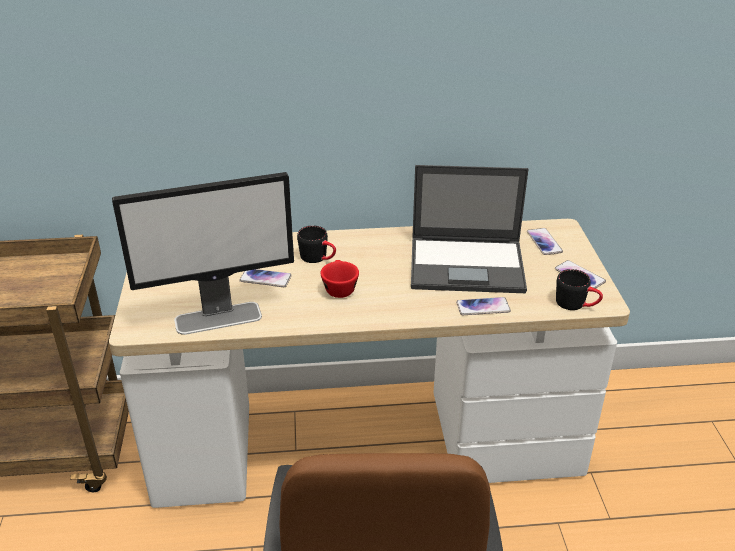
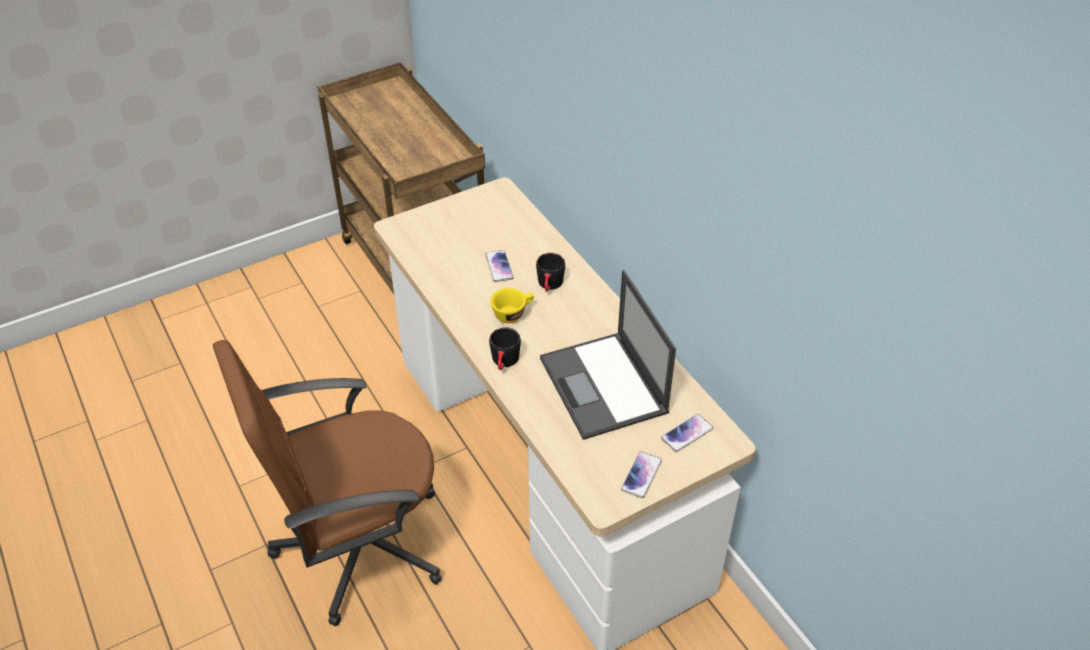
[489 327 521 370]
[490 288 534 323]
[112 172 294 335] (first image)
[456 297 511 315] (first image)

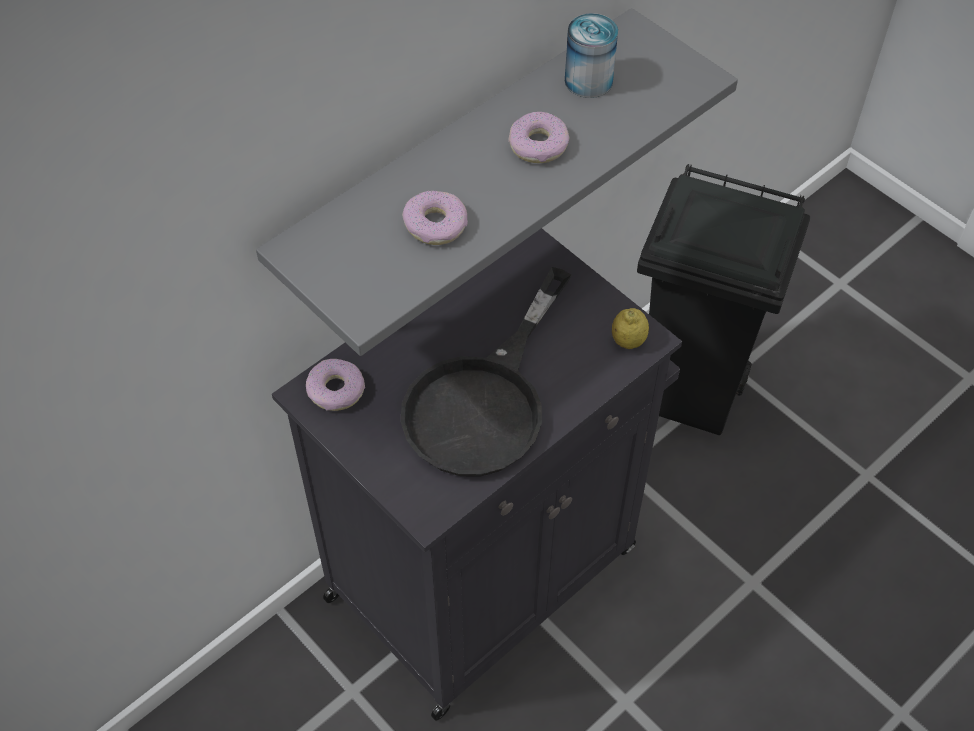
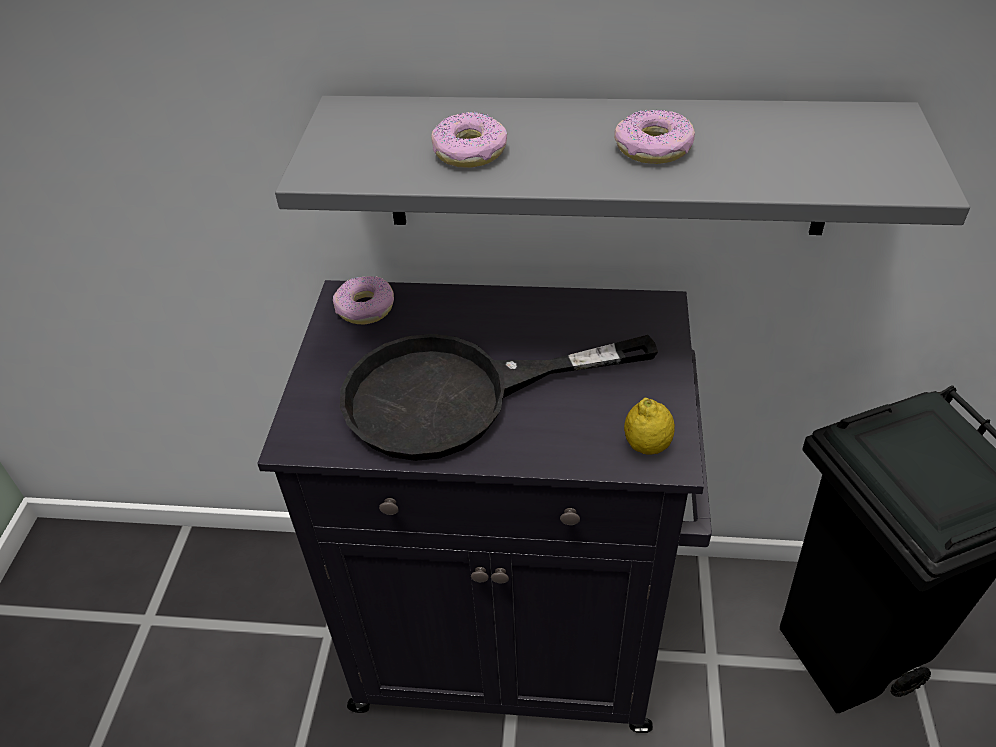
[565 13 618 98] (first image)

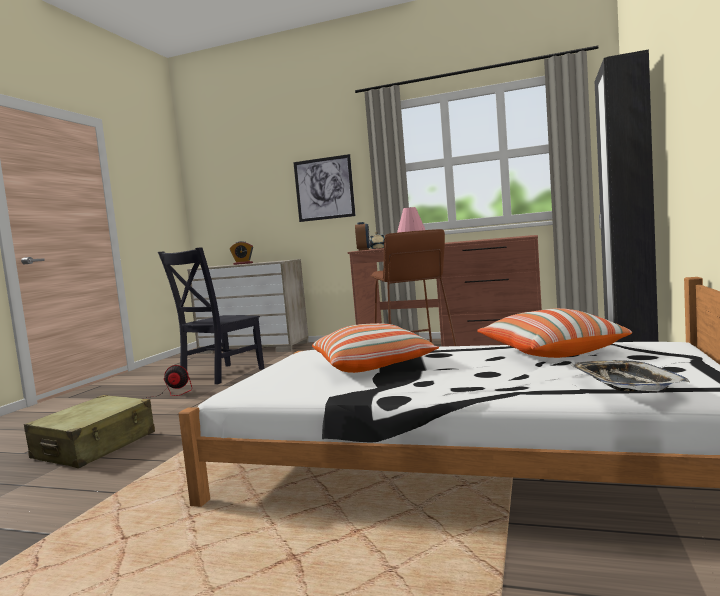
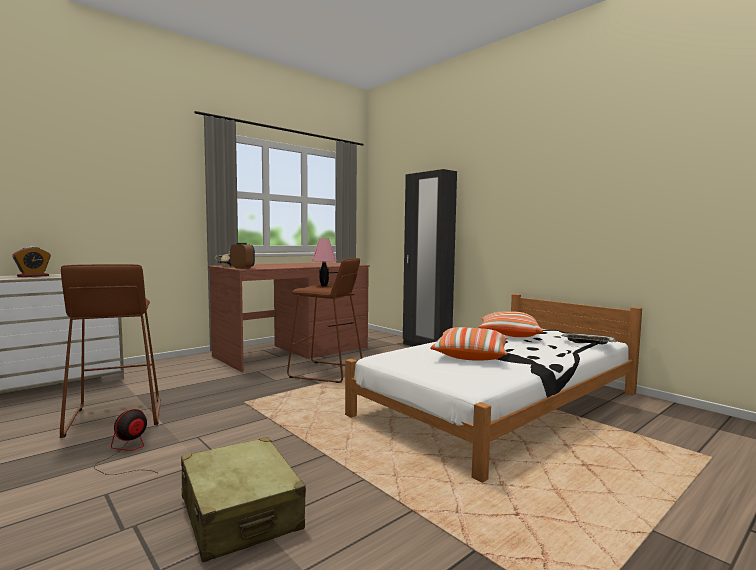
[60 264 161 438]
[294 154 356 222] (first image)

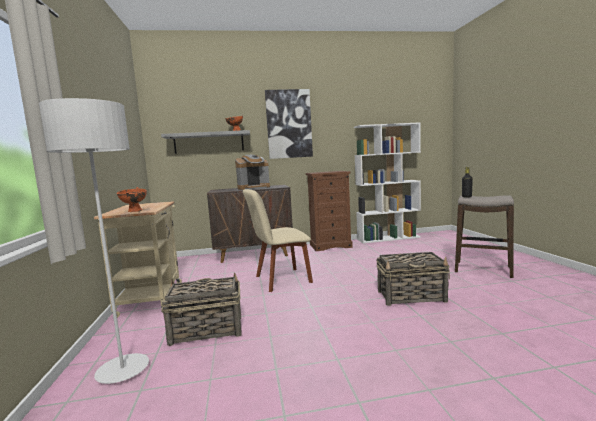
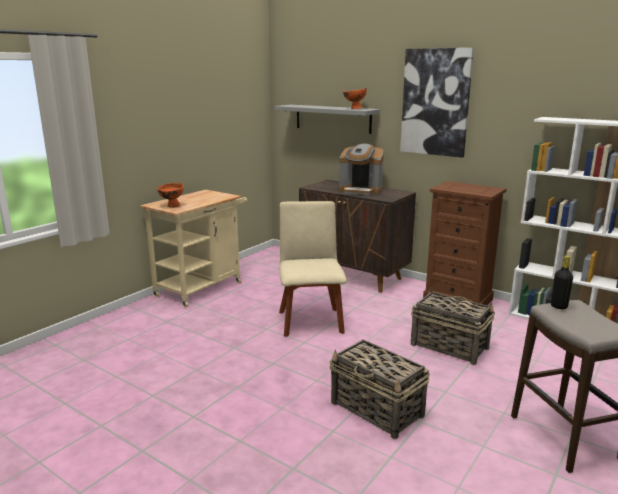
[279 201 347 337]
[411 287 495 365]
[39 98 149 384] (first image)

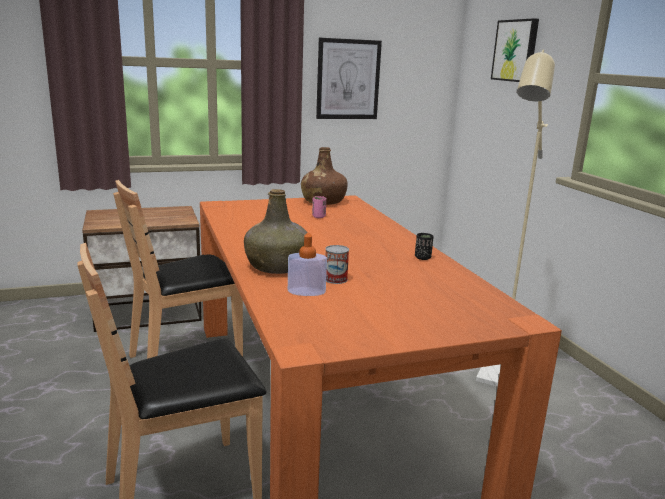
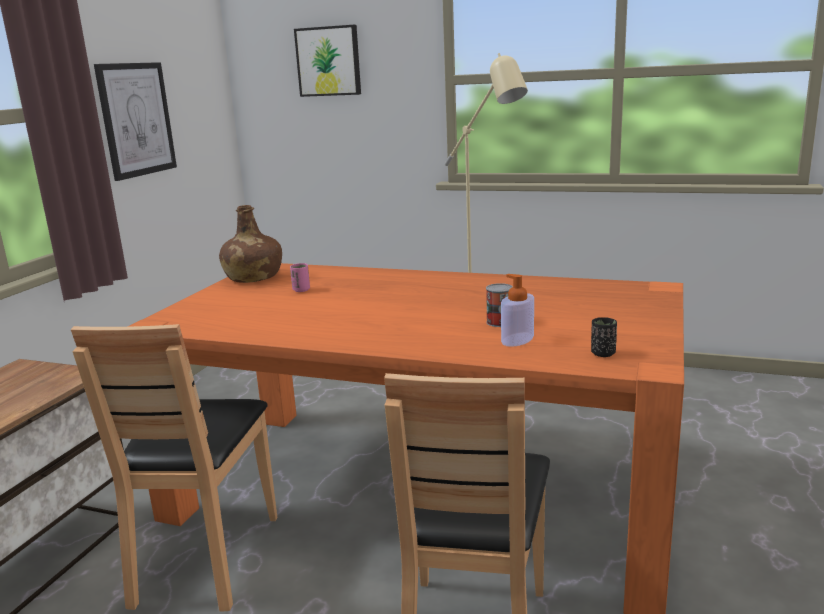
[591 317 617 357]
[244 189 307 274] (first image)

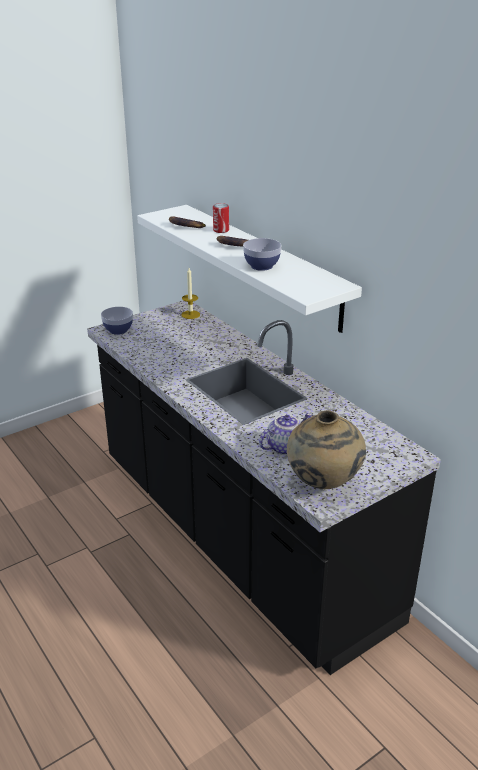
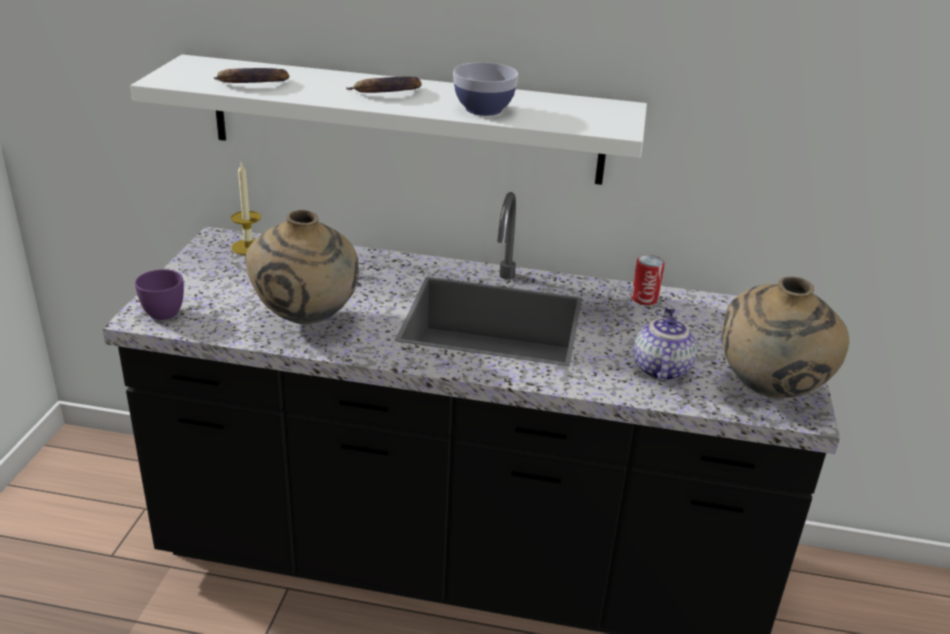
[135 269 184 320]
[245 209 359 324]
[631 255 665 305]

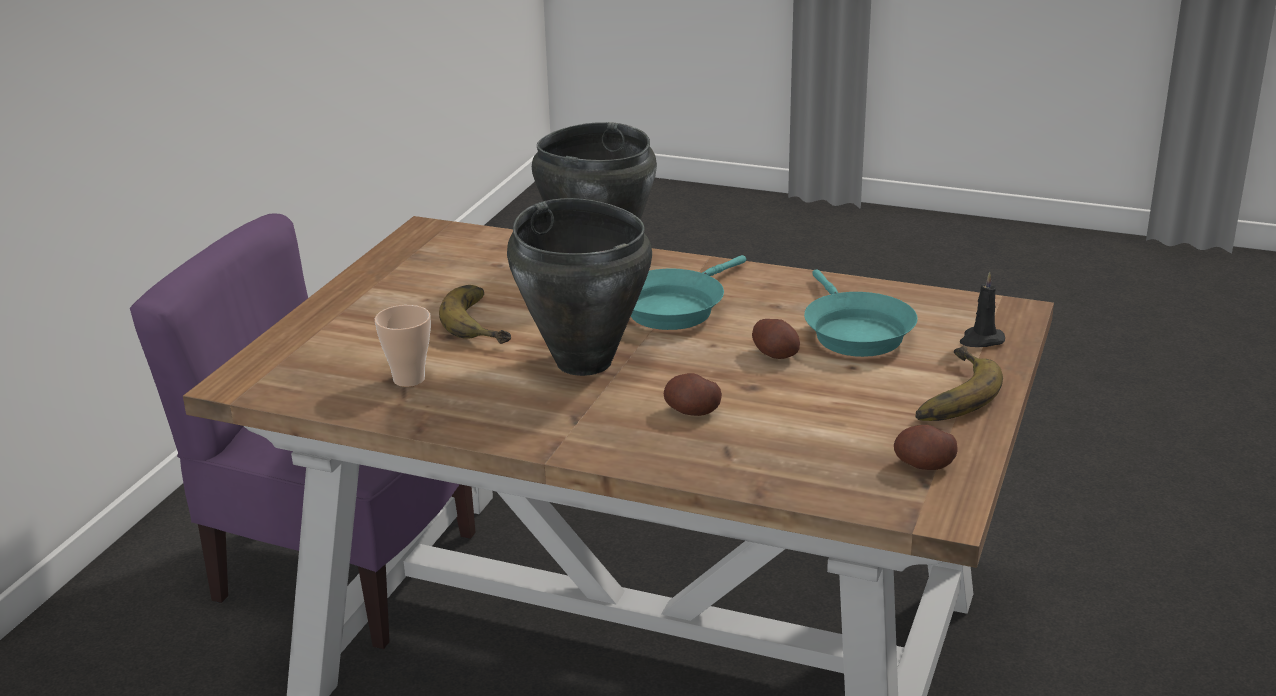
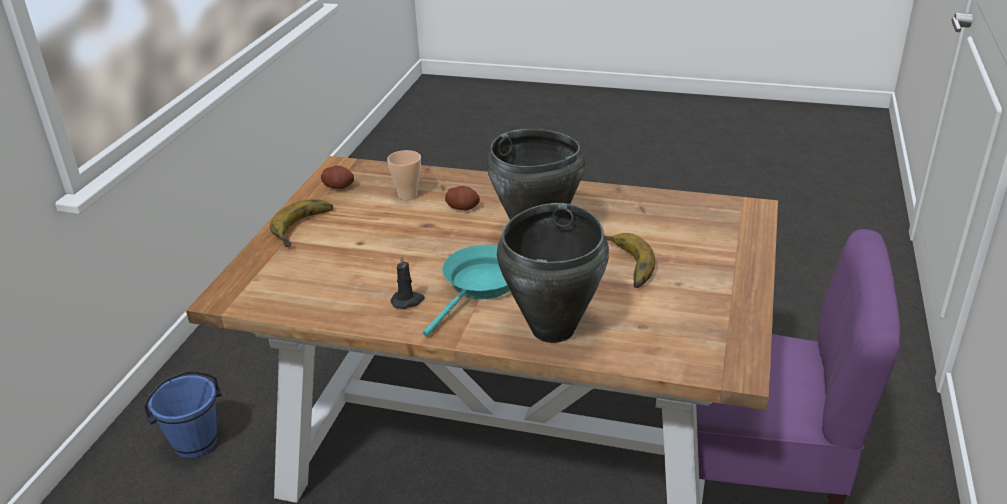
[144 371 222 458]
[387 150 421 200]
[391 255 425 309]
[752 319 800 359] (first image)
[804 270 918 357] (first image)

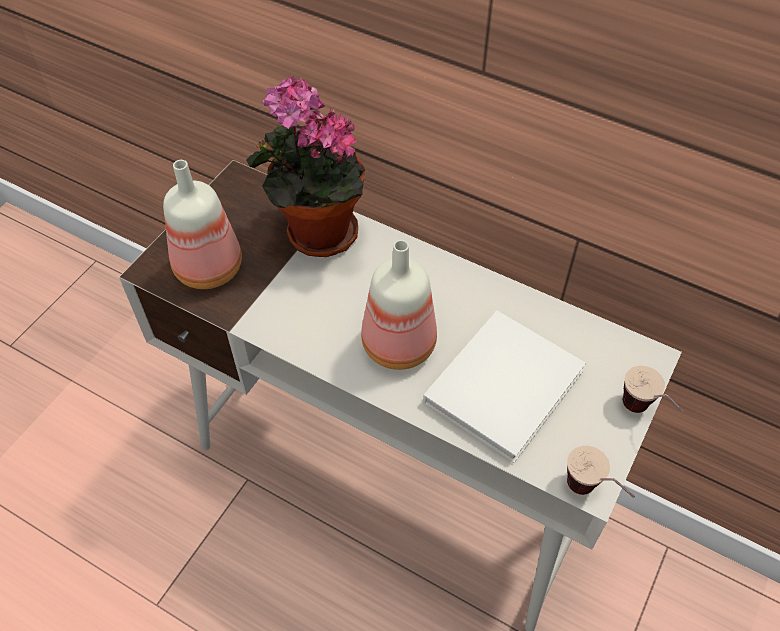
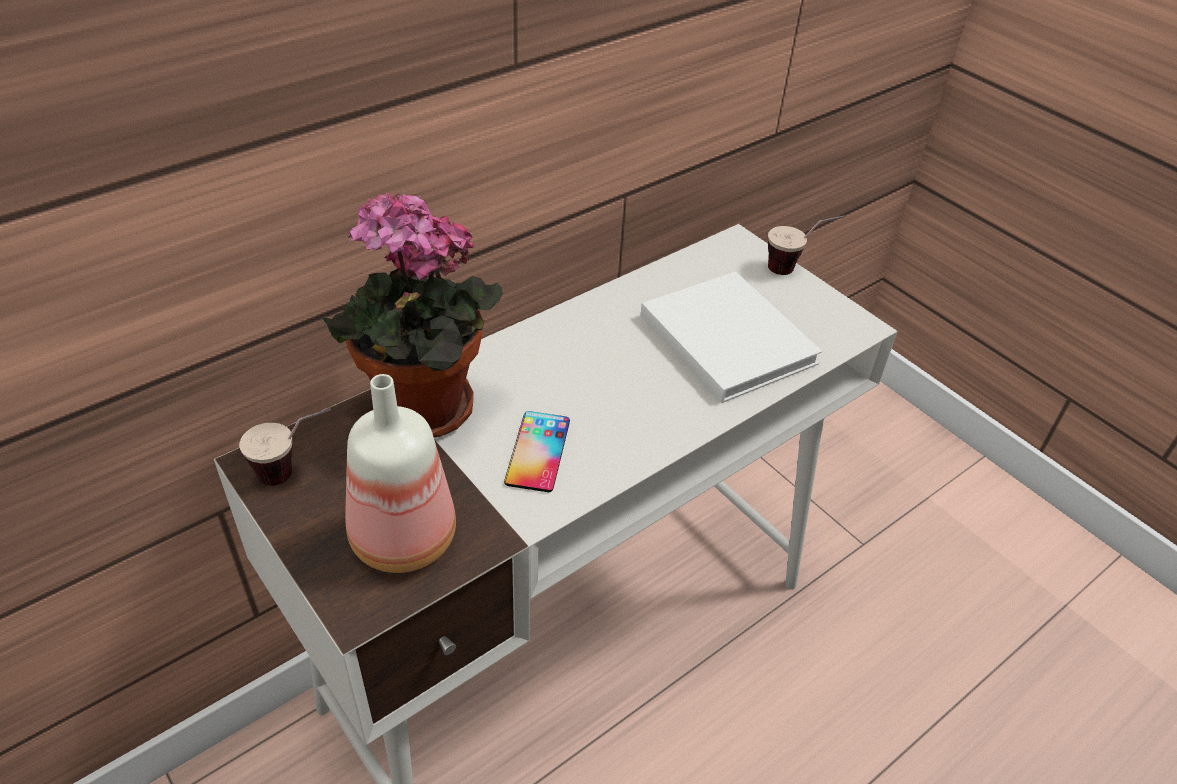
[239 408 331 486]
[504 411 570 492]
[361 240 437 370] (first image)

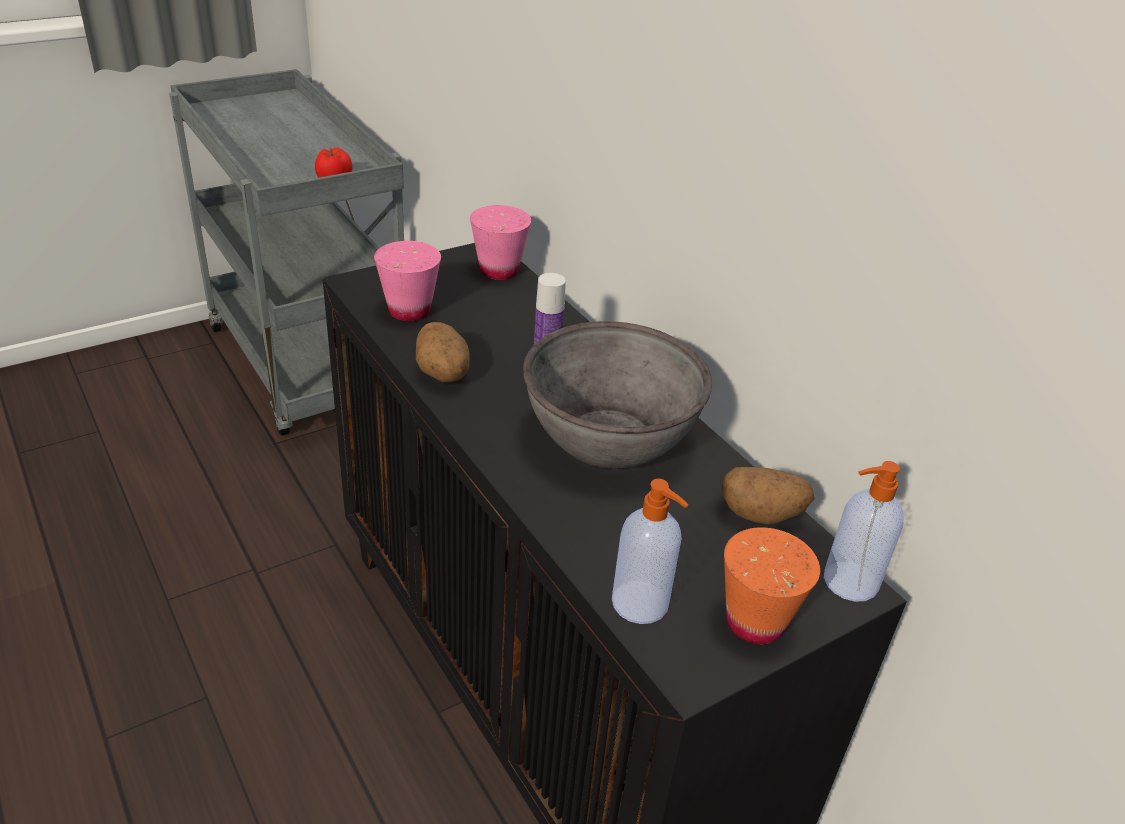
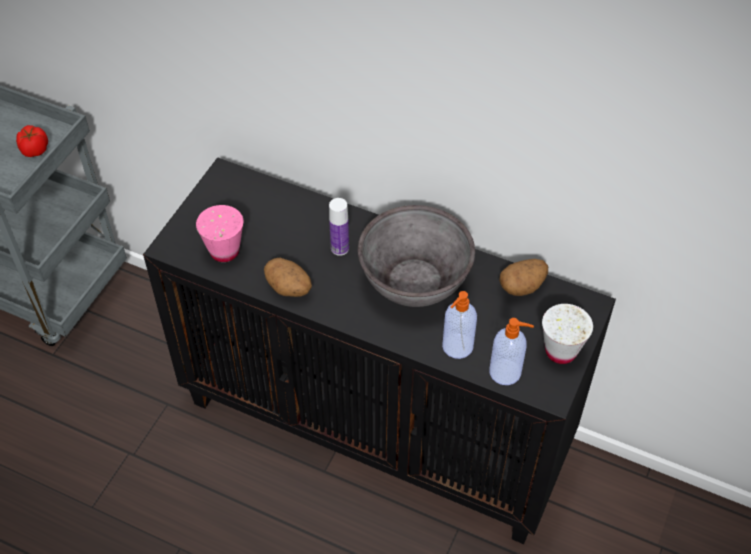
[442 291 477 359]
[542 304 593 364]
[470 205 531 280] (first image)

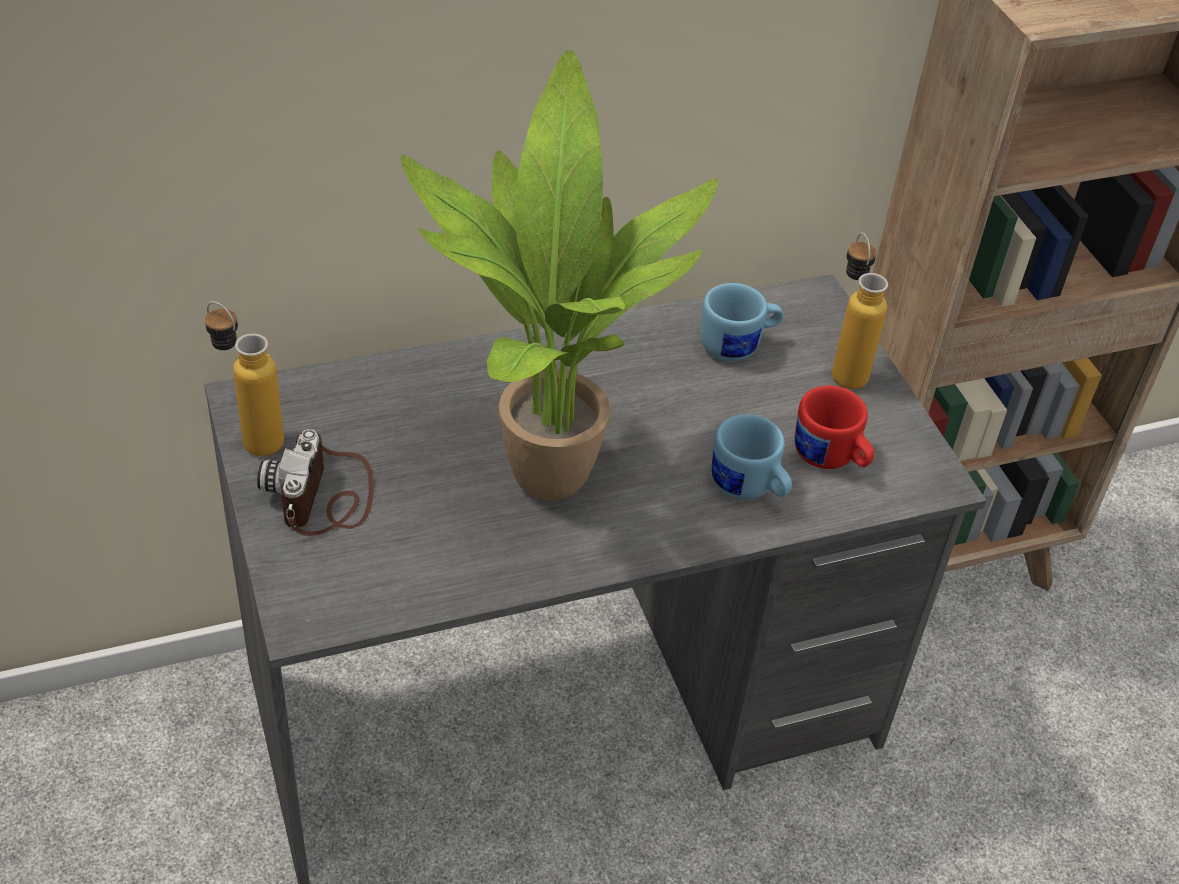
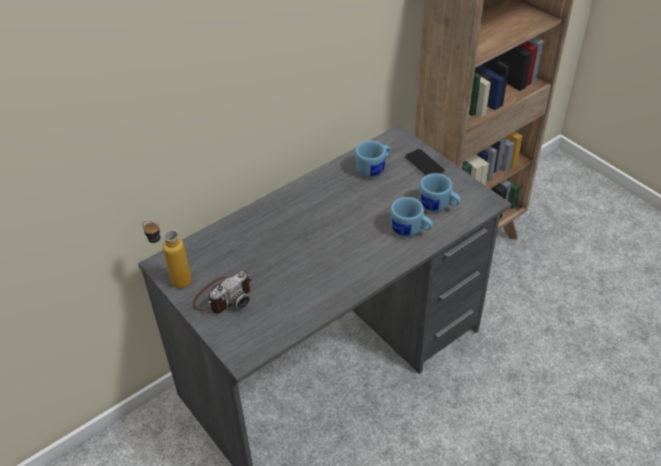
[193 272 252 314]
[405 149 445 176]
[420 173 461 212]
[401 50 718 500] (first image)

